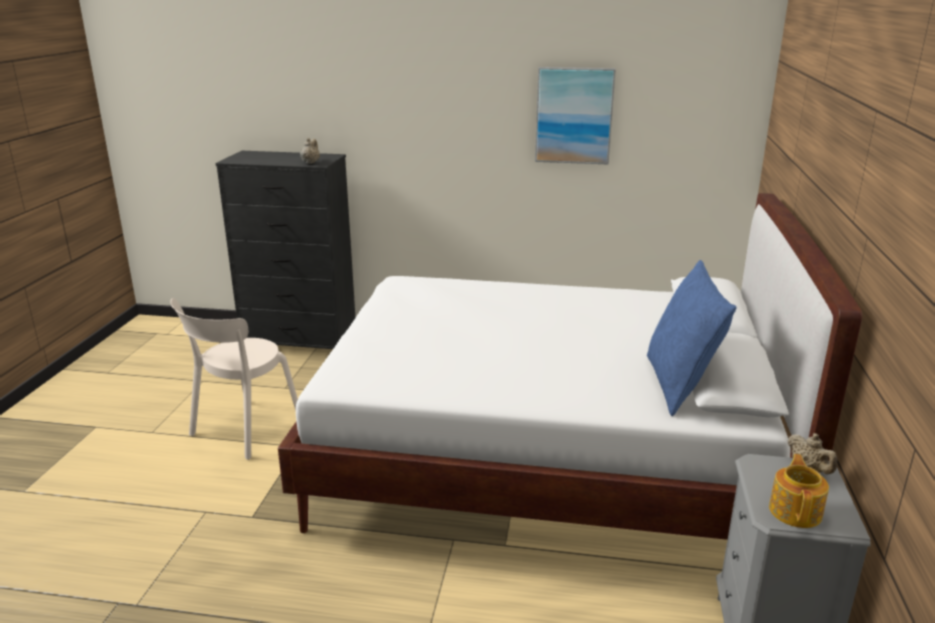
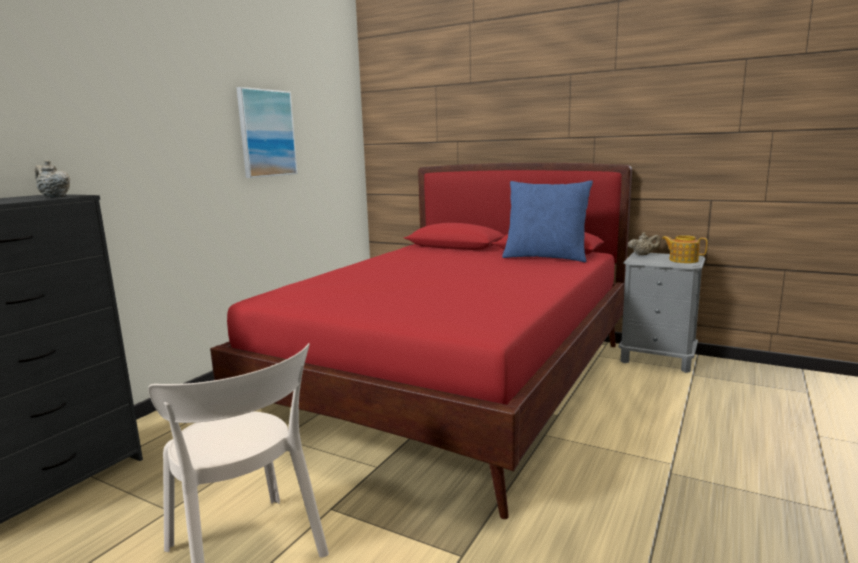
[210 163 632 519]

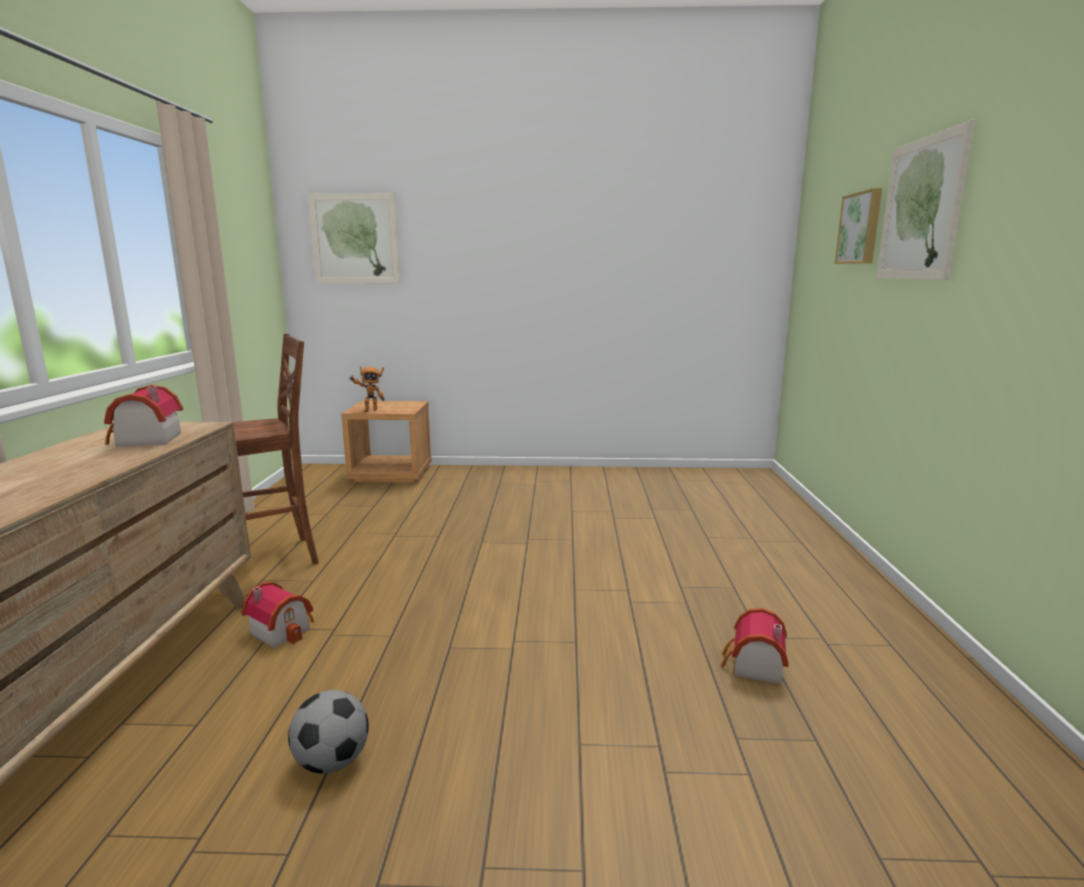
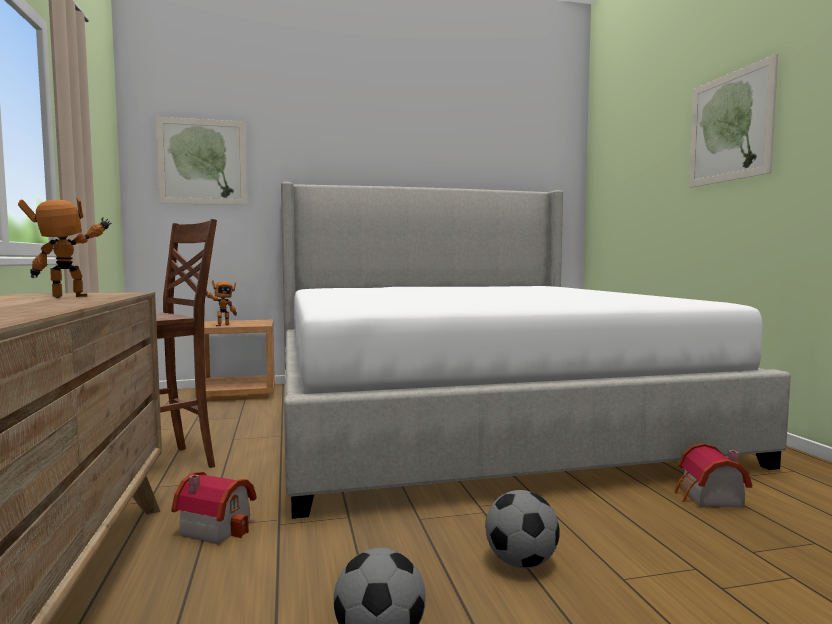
[18 197 111 298]
[281 182 791 519]
[485 490 560 568]
[835 188 882 264] (first image)

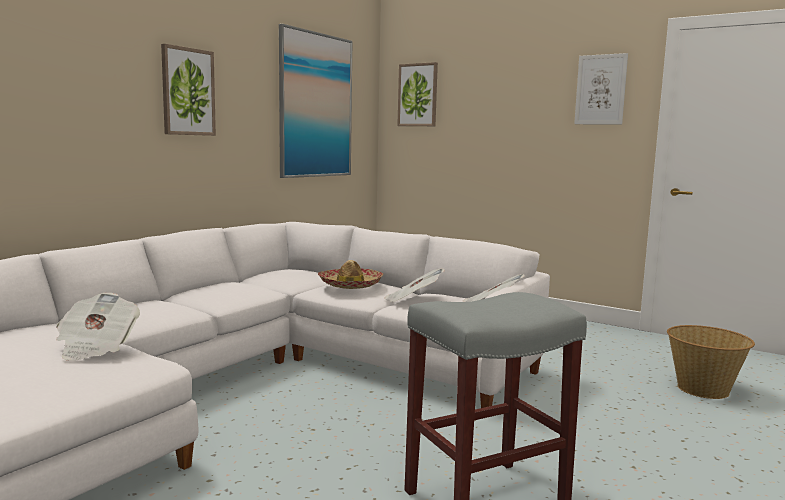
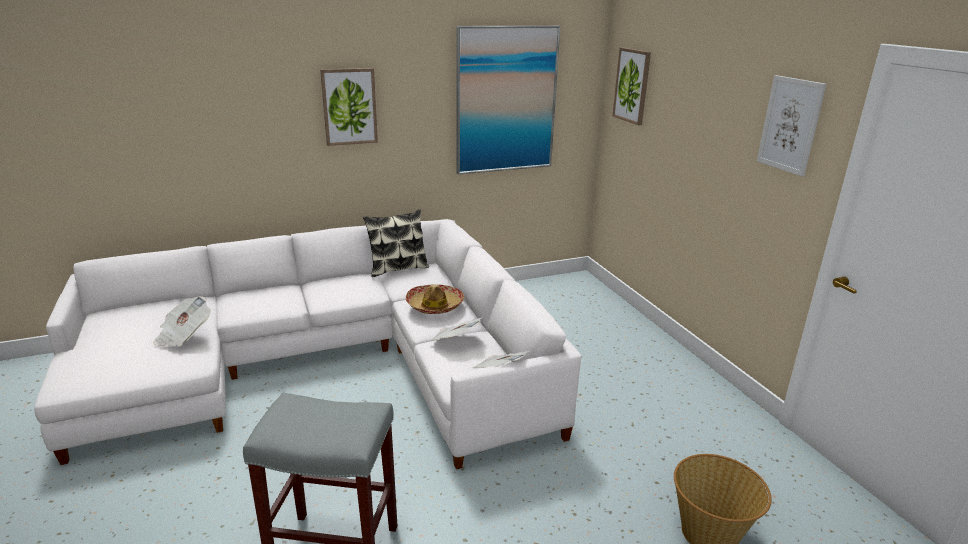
[363 209 429 277]

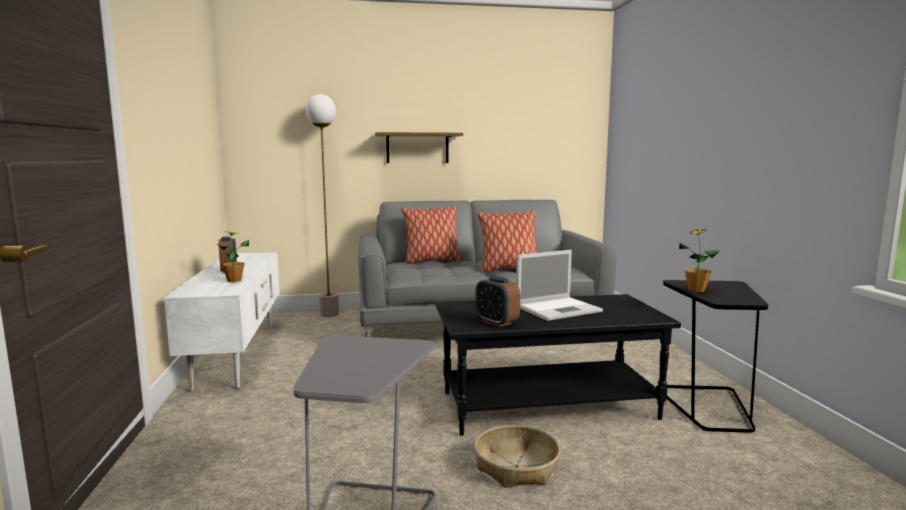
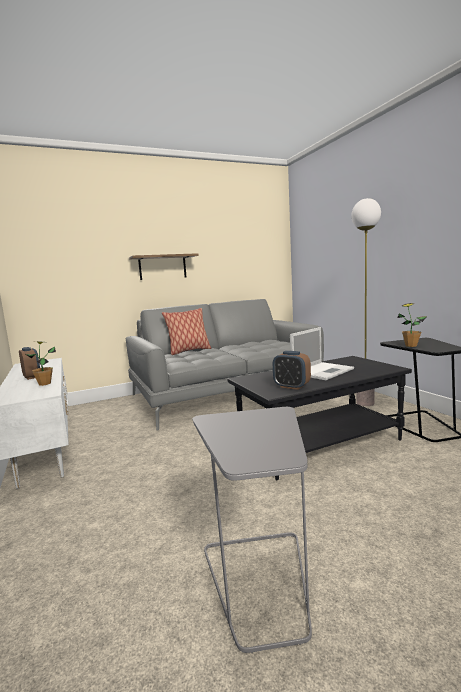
[351 198 381 406]
[474 425 560 488] (first image)
[477 211 537 272] (first image)

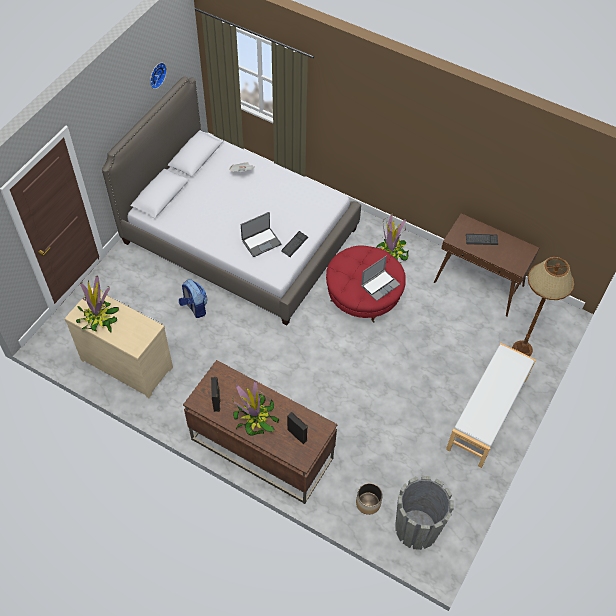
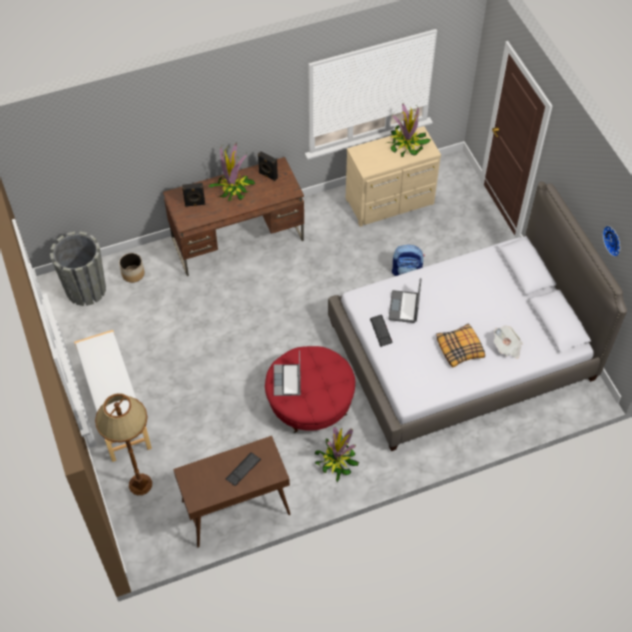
[436 323 485 368]

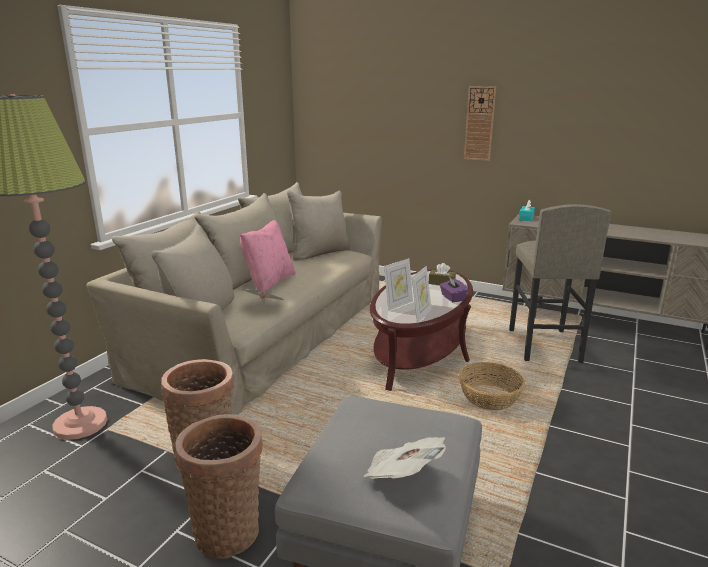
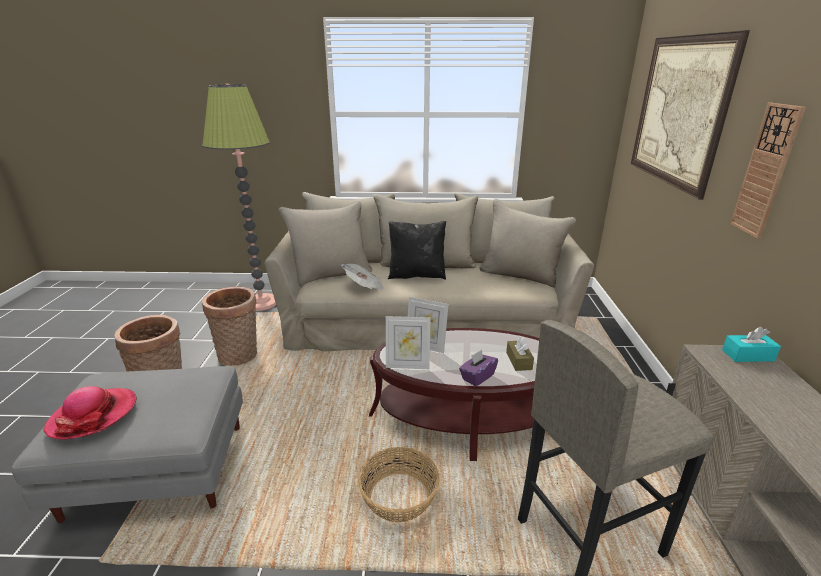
[43 386 137 440]
[388 221 446 280]
[631 30 750 200]

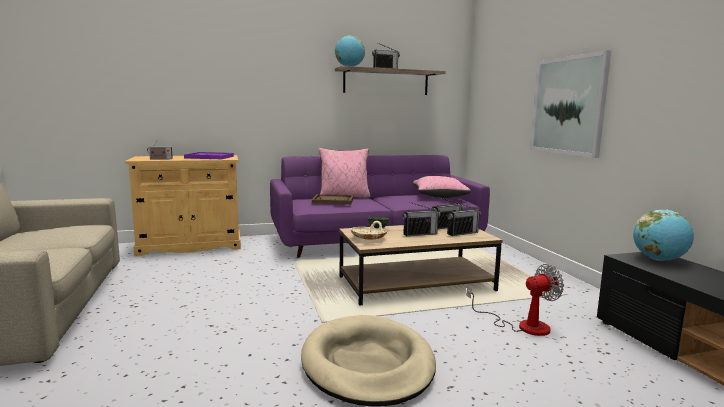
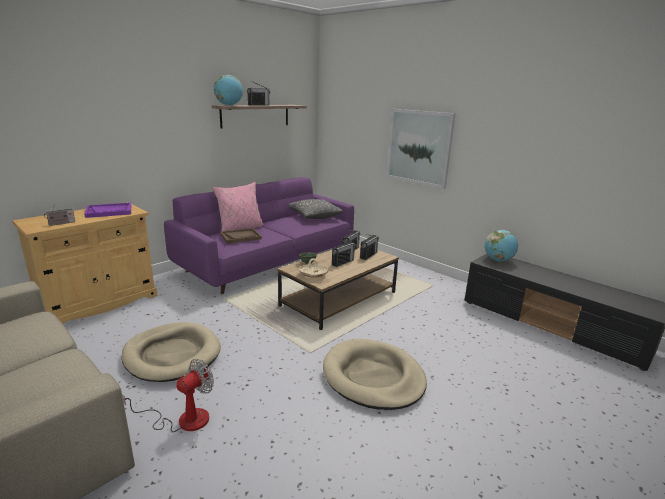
[122 322 221 382]
[122 359 214 432]
[289 199 343 219]

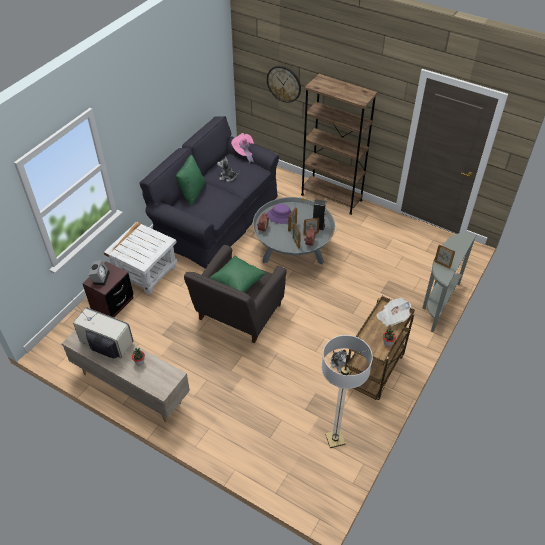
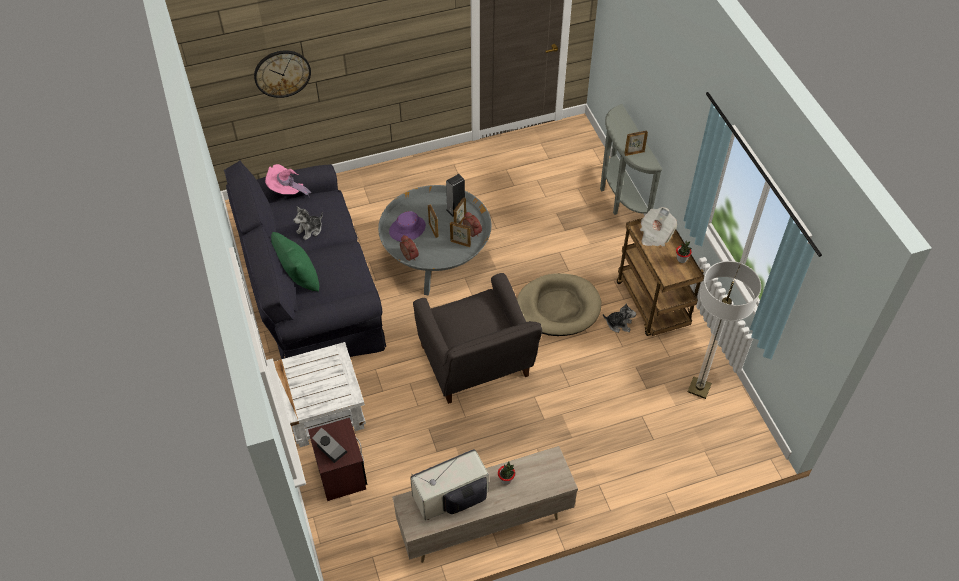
[517 273 601 336]
[210 255 266 293] (first image)
[301 74 378 215] (first image)

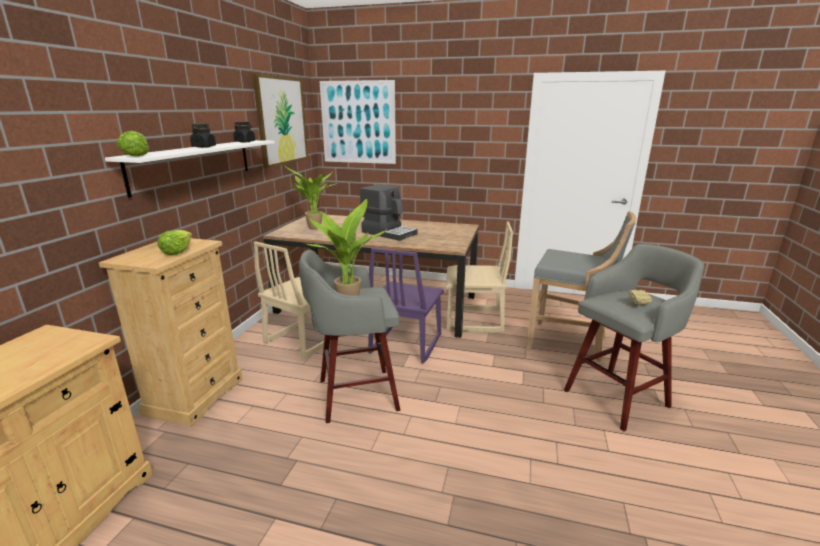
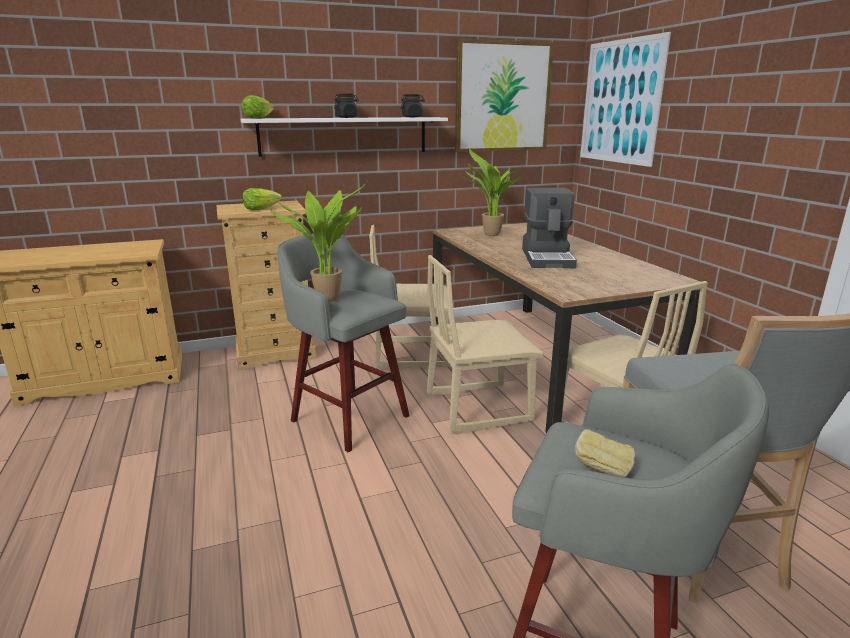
[427 255 544 432]

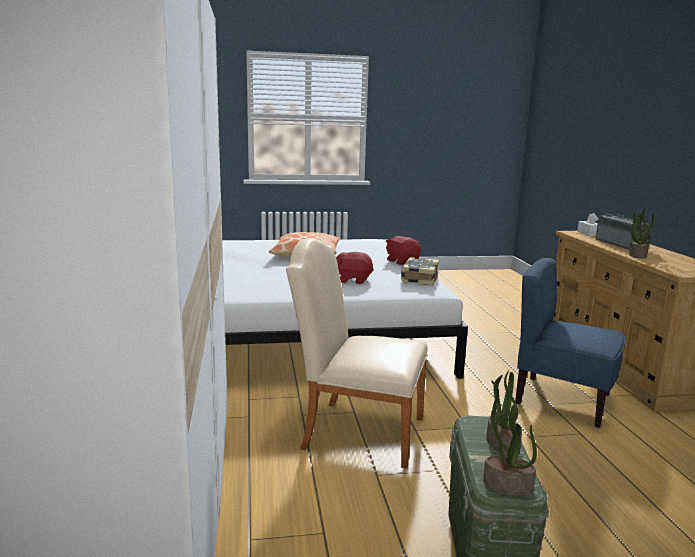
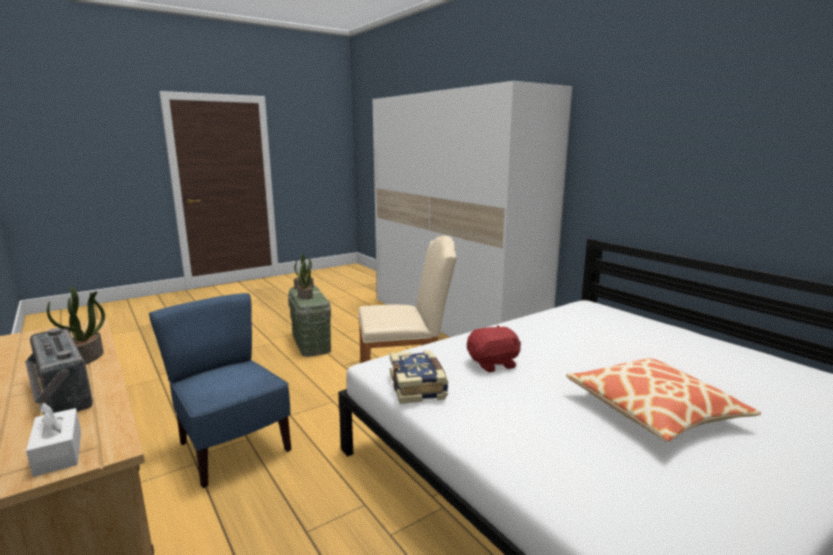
[149 293 291 488]
[386 236 421 265] (first image)

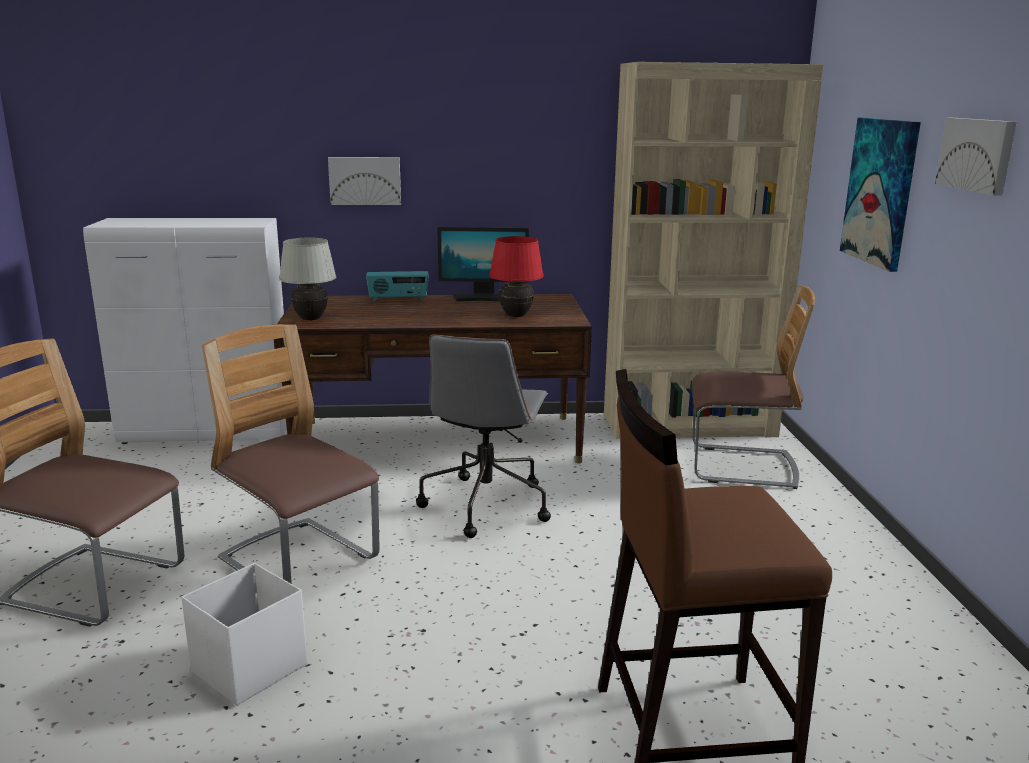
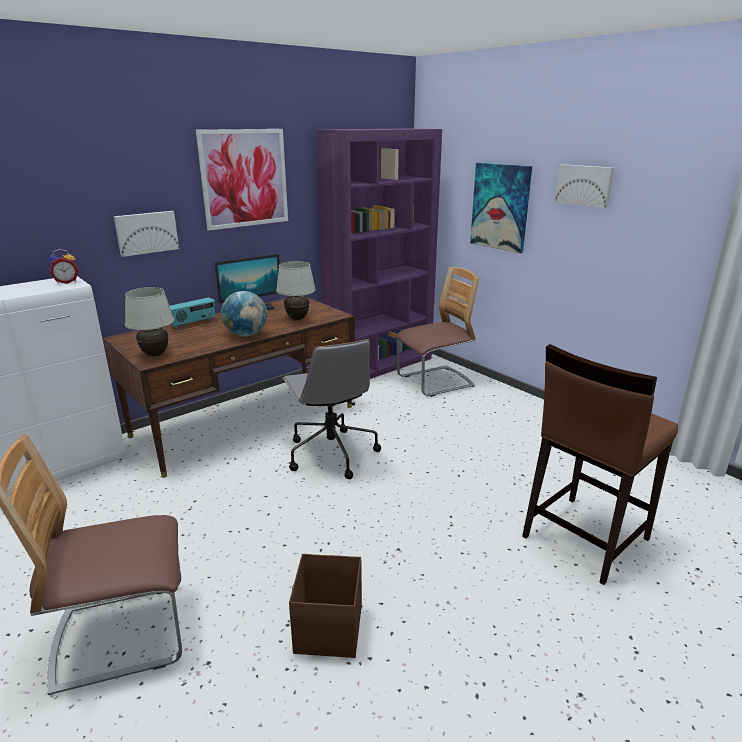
[48 249 78 284]
[196 129 288 231]
[221 291 267 336]
[276 261 316 320]
[289 554 362 658]
[316 129 442 379]
[202 324 380 584] (first image)

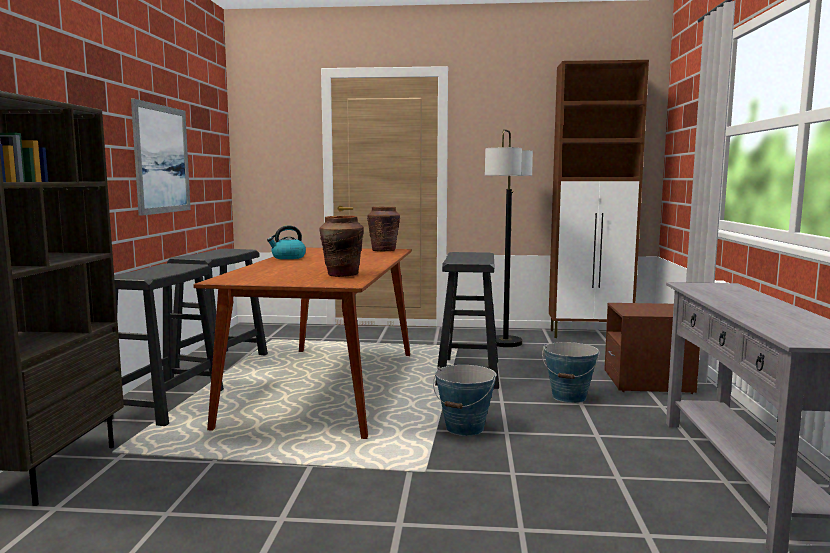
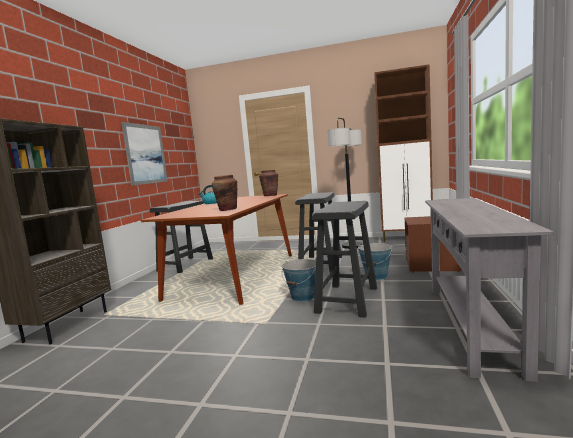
[312 201 377 318]

